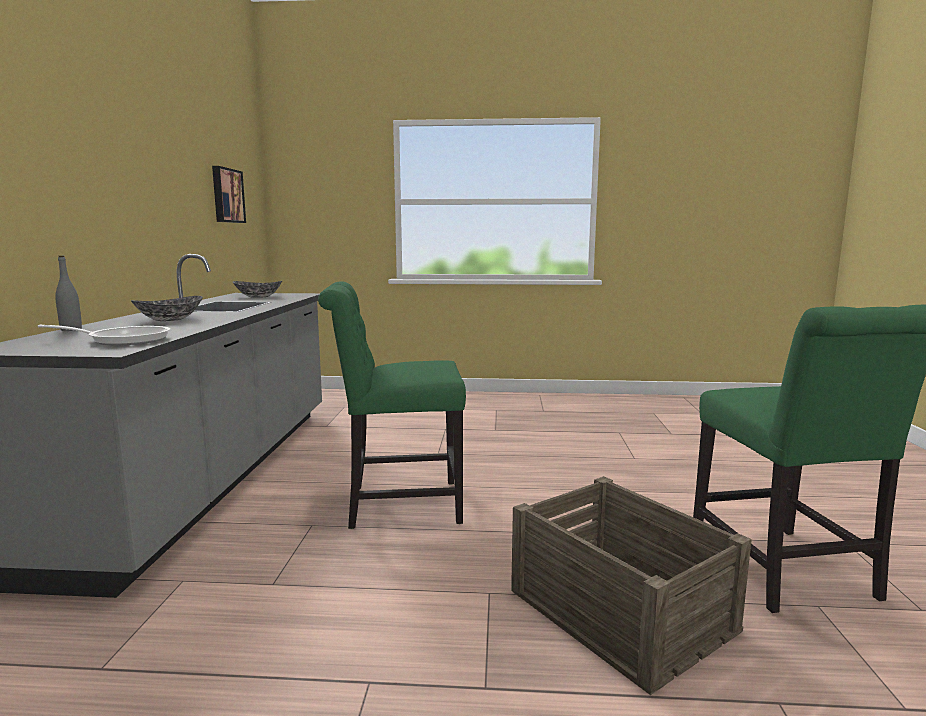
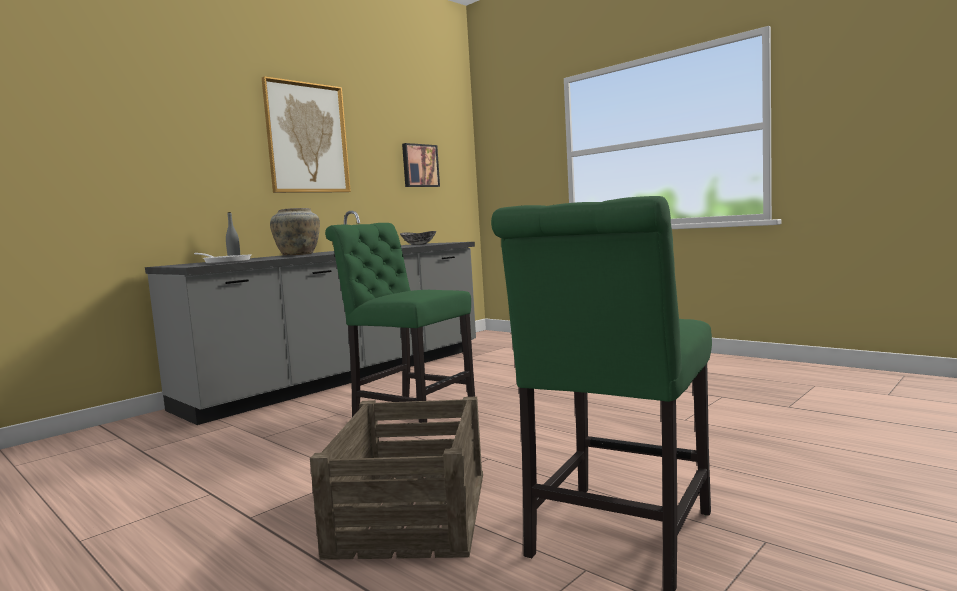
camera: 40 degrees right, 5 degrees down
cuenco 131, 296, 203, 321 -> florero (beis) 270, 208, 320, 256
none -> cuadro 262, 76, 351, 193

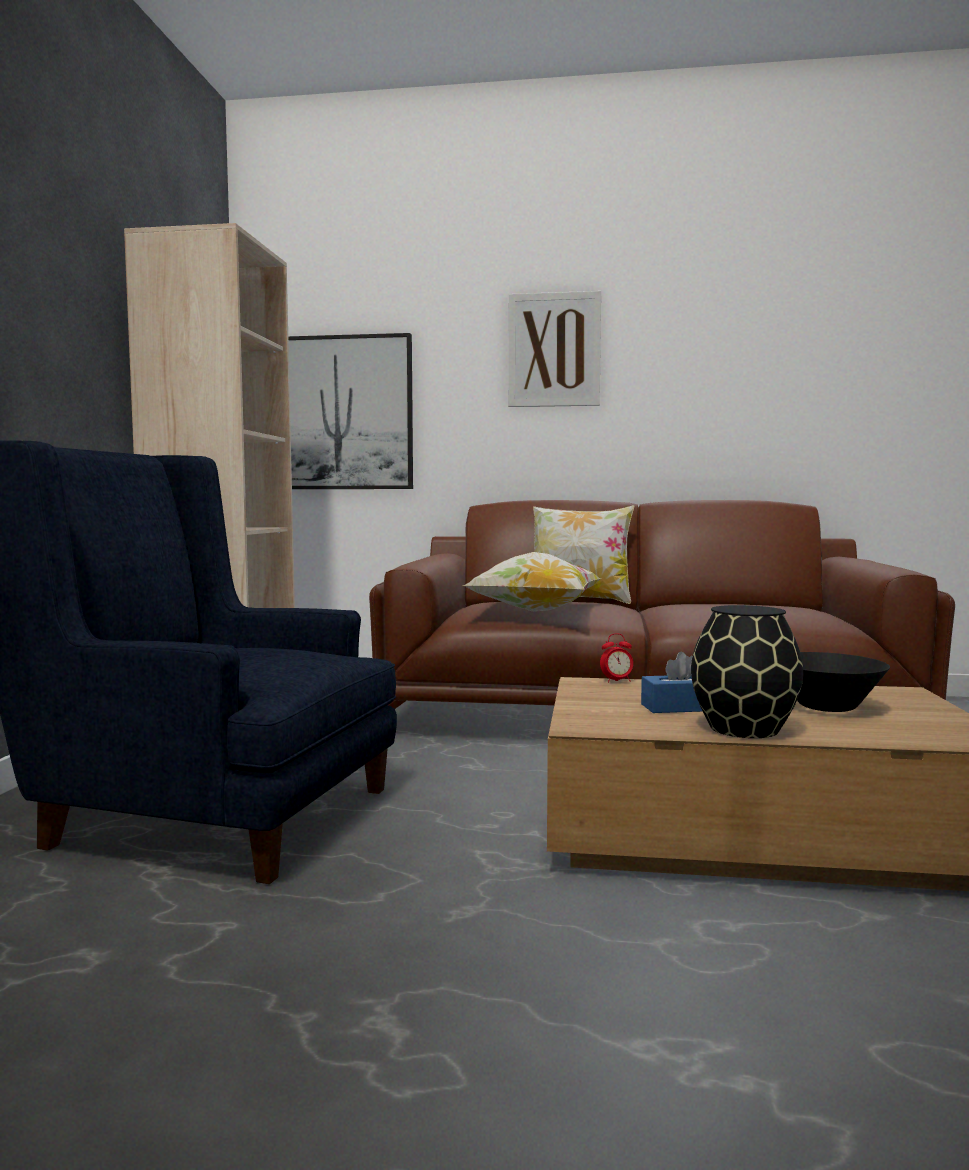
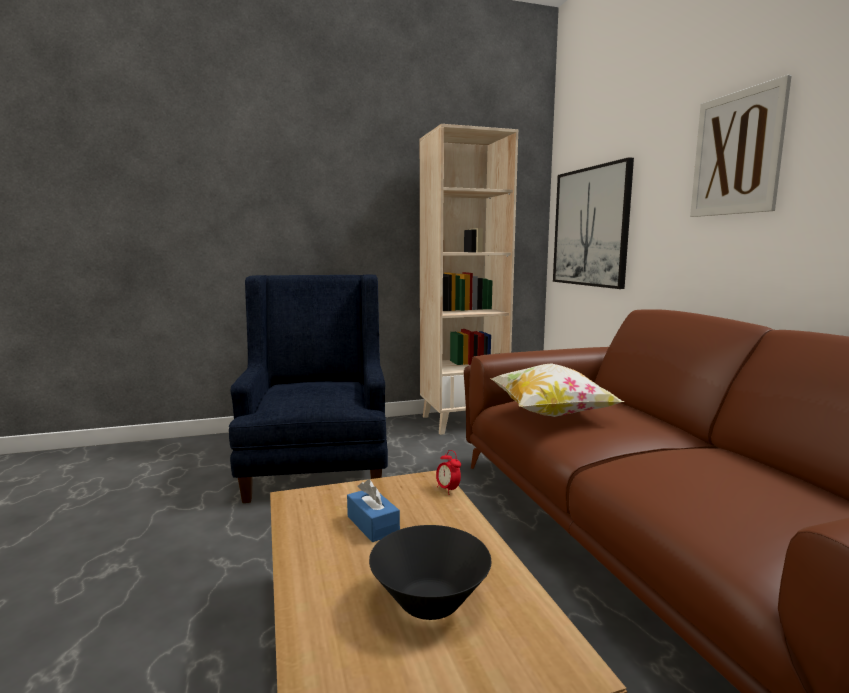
camera: 65 degrees right, 5 degrees up
cojín 533, 505, 634, 604 -> none
florero (negro) 691, 605, 803, 738 -> none

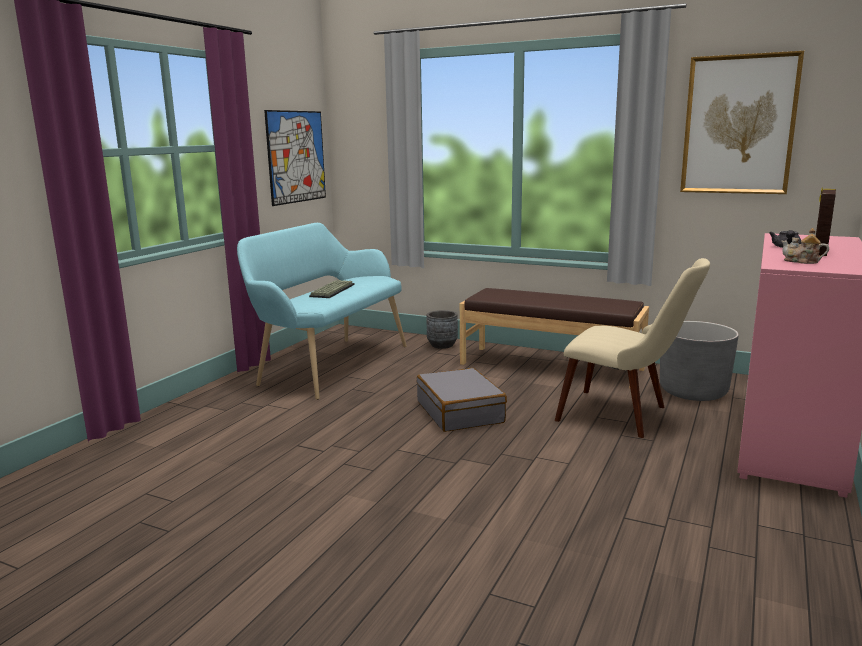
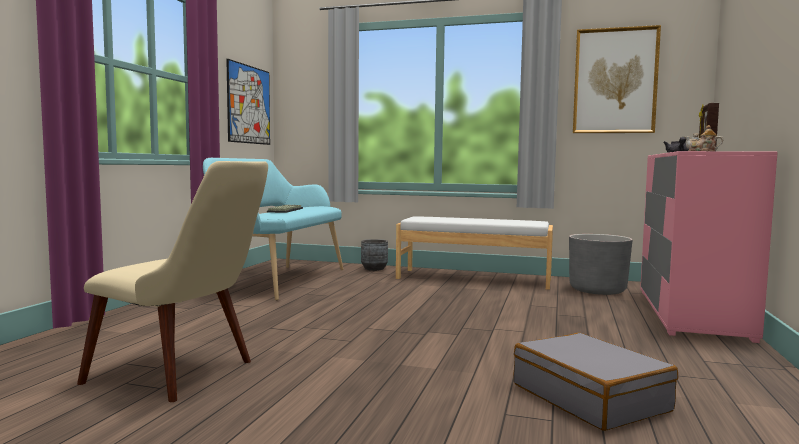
camera: 10 degrees left, 10 degrees down
maleta (gris) 417, 368, 507, 432 -> maleta (gris) 514, 333, 678, 431, shifted
banco (marrón) 460, 288, 649, 388 -> banco (blanco) 396, 216, 553, 290
silla (beis) 555, 258, 710, 438 -> silla (beis) 77, 161, 268, 402, shifted

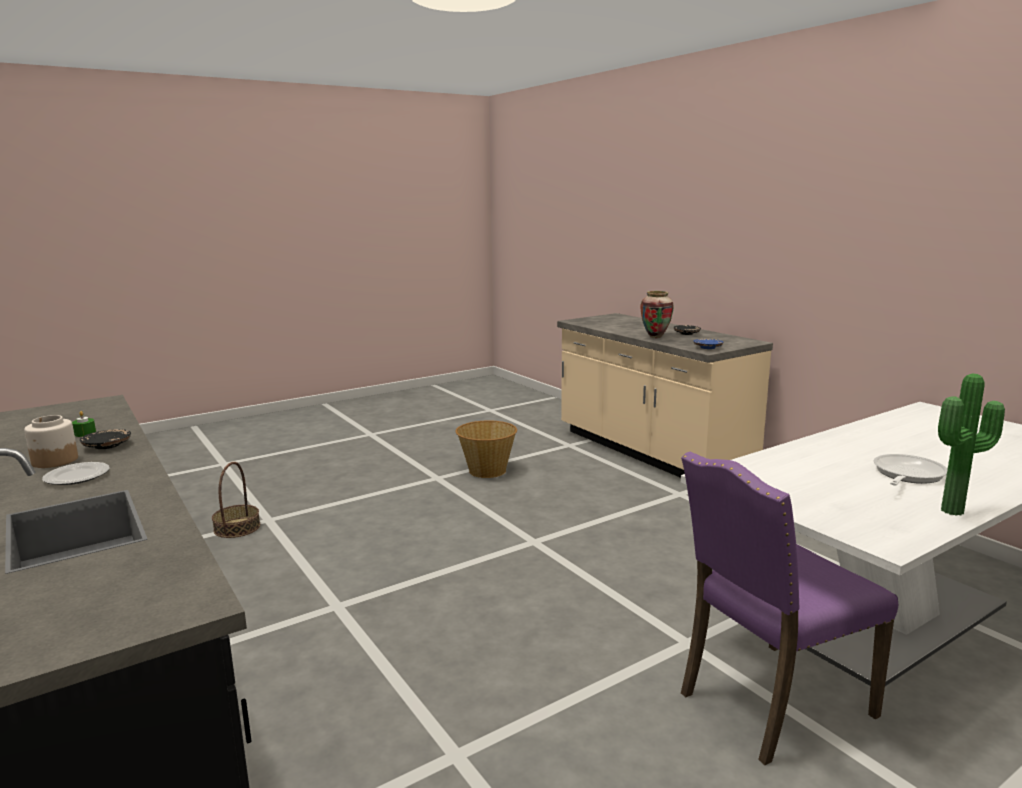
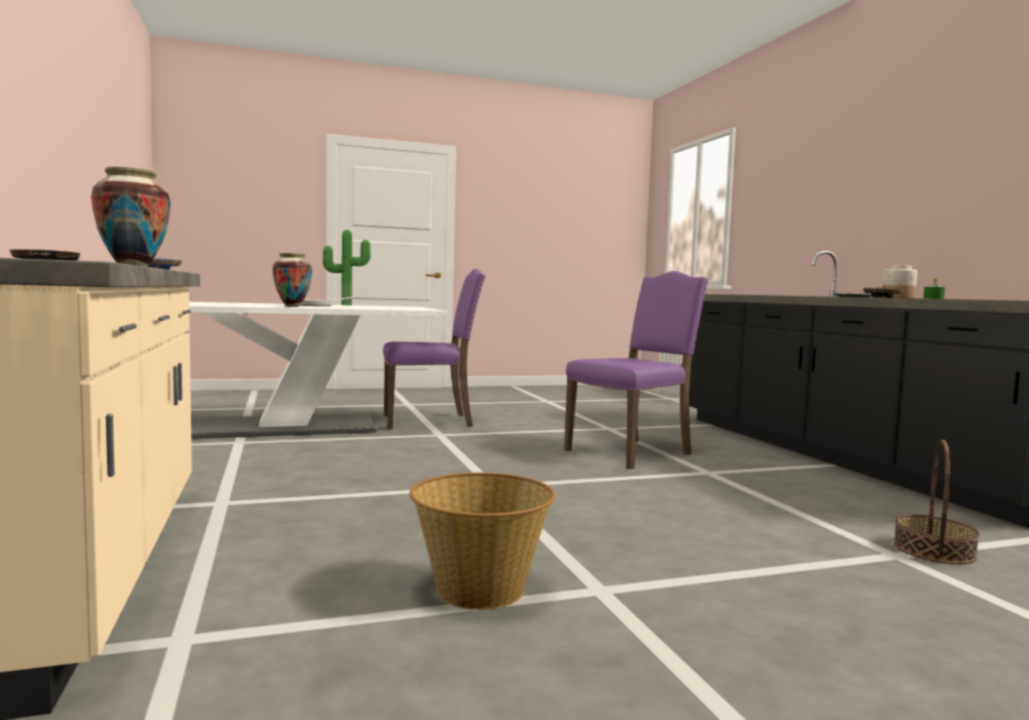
camera: 165 degrees left, 10 degrees down
none -> florero 272, 253, 312, 307
none -> silla (morado) 564, 271, 708, 469

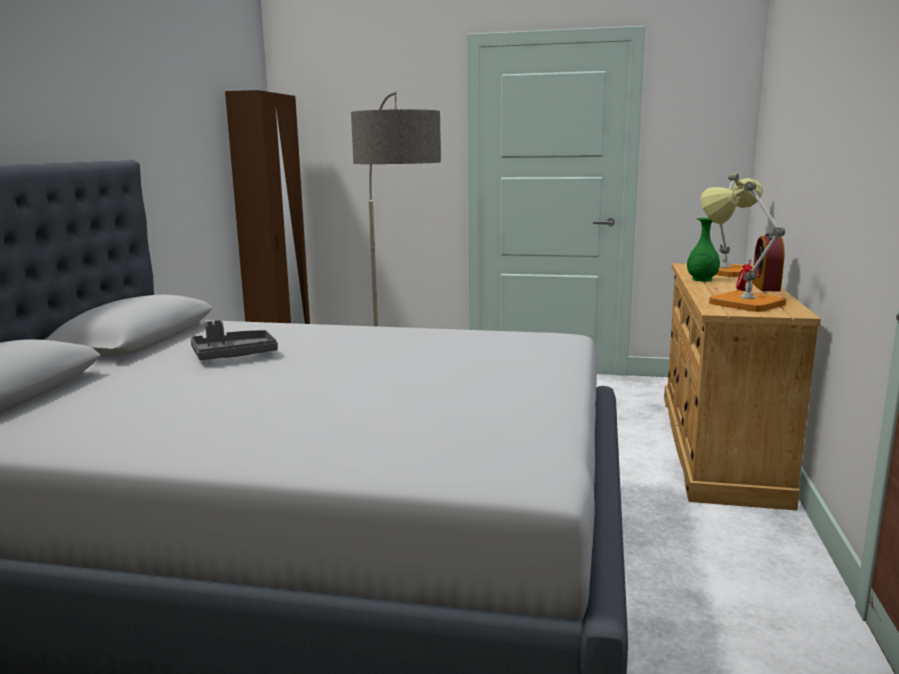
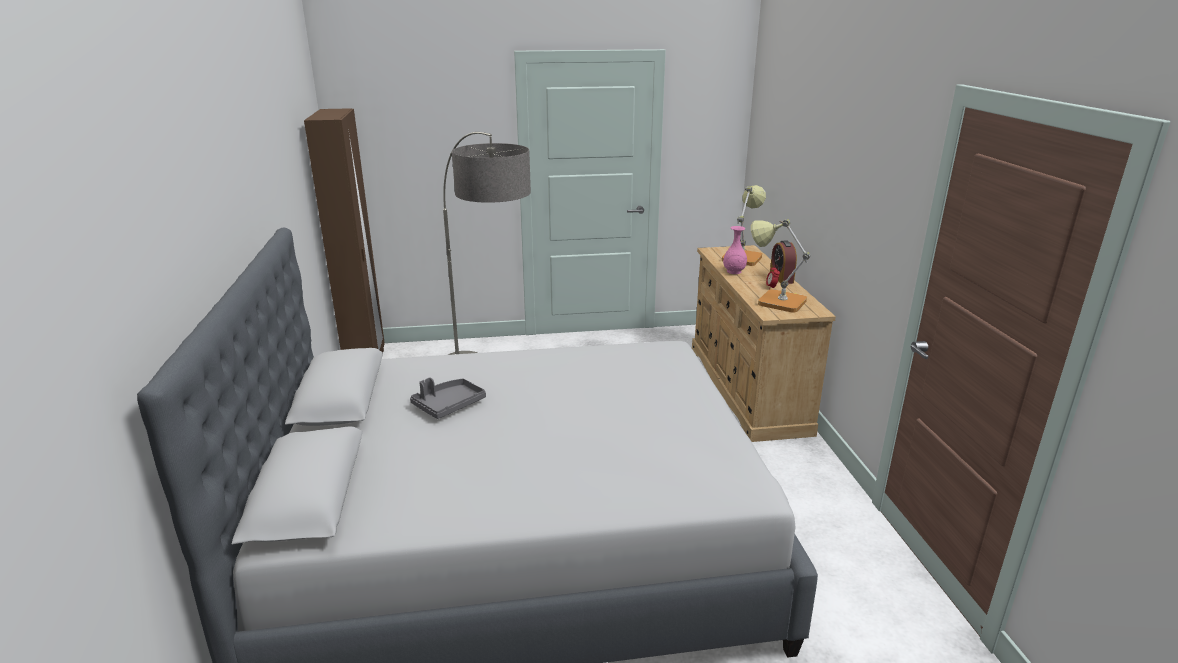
camera: 20 degrees left, 10 degrees up
florero (verde) 687, 218, 720, 281 -> florero (rosa) 723, 226, 747, 274

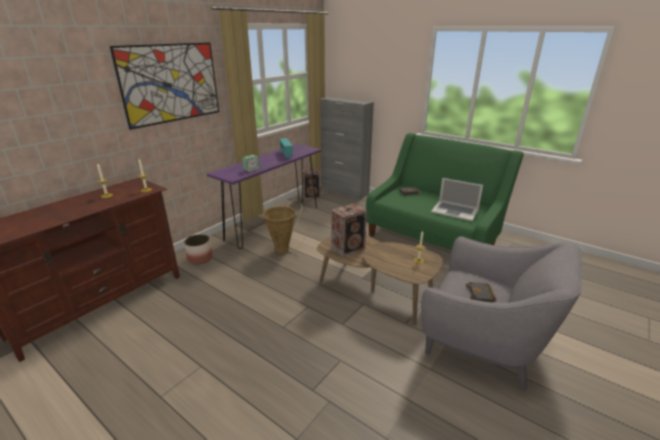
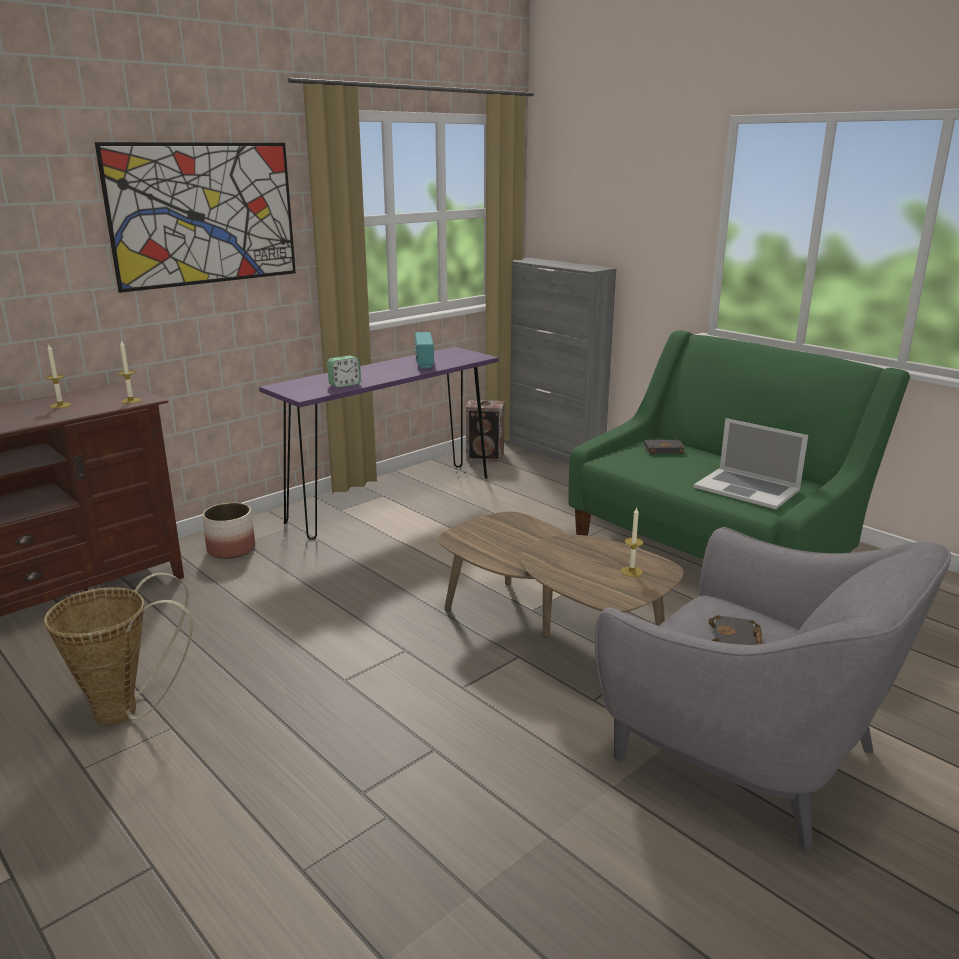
camera: 10 degrees right, 5 degrees down
cesta 263, 200, 312, 254 -> cesta 44, 572, 193, 725, shifted
altavoz 331, 203, 367, 257 -> none

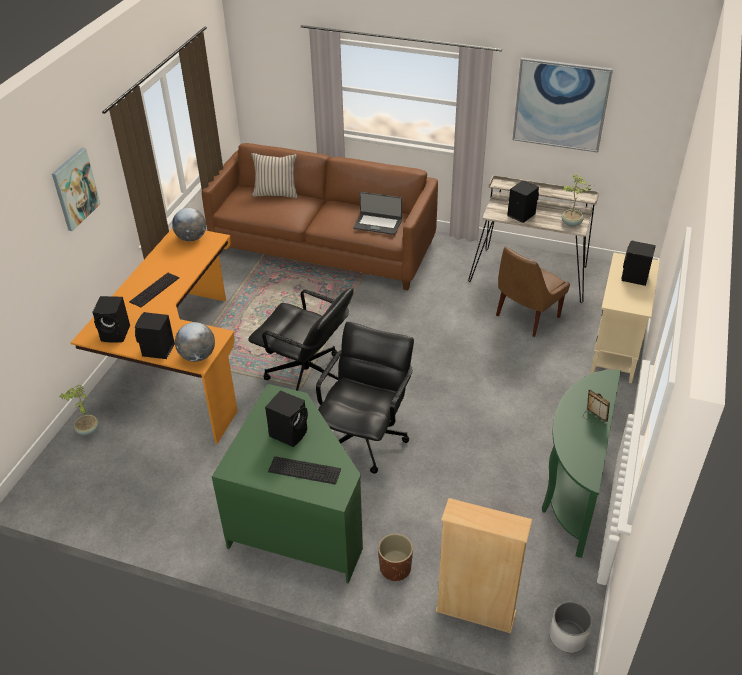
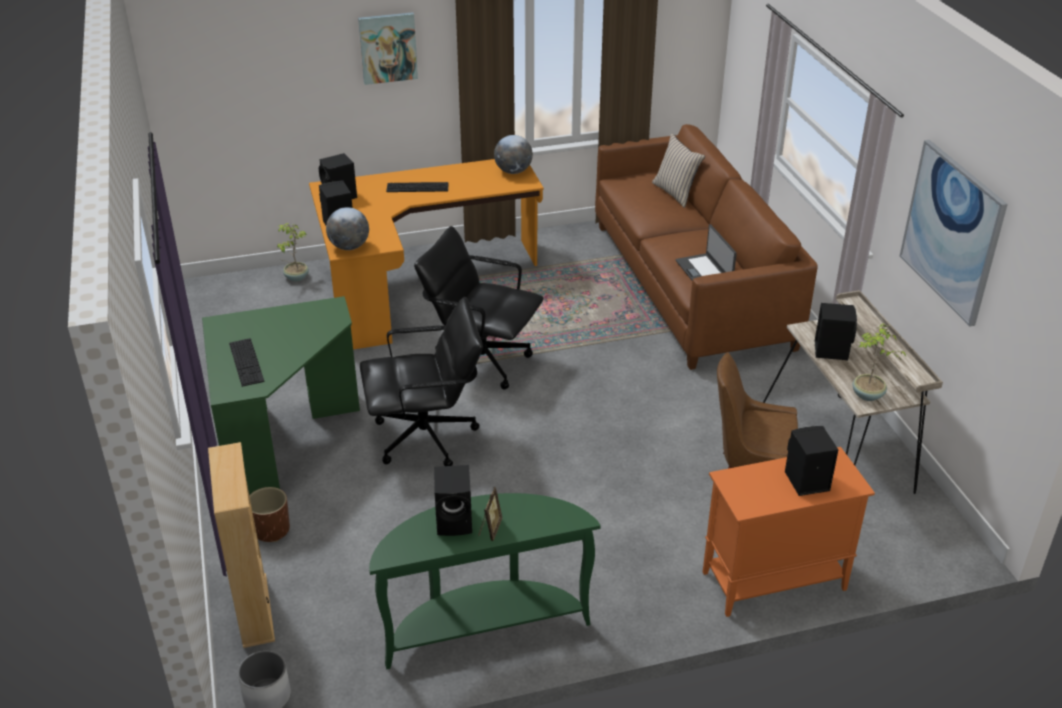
camera: 55 degrees right, 5 degrees down
silla de oficina (negro) 248, 288, 353, 391 -> silla de oficina (negro) 414, 226, 544, 390, 120 degrees clockwise
altavoz (negro) 265, 390, 308, 447 -> altavoz (negro) 434, 465, 472, 536, shifted
armario (beis) 590, 253, 660, 383 -> armario (naranja) 703, 447, 875, 617

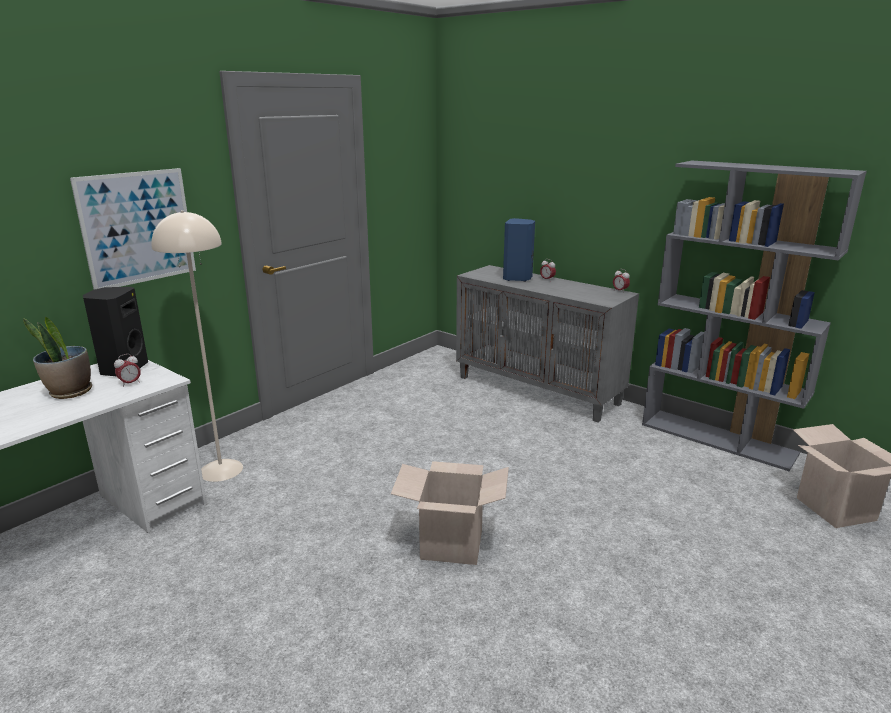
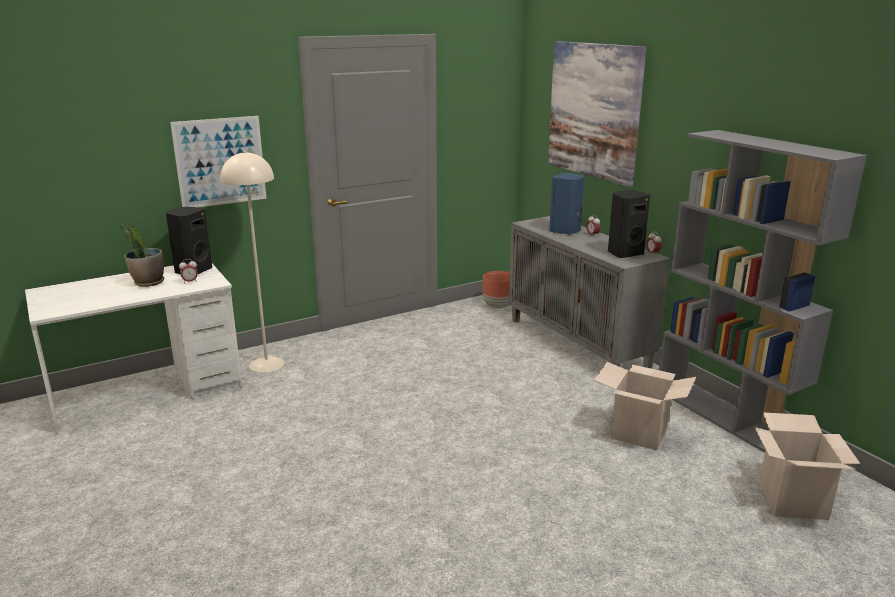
camera: 20 degrees right, 0 degrees up
caja de cartón 391, 461, 509, 565 -> caja de cartón 594, 362, 696, 451, shifted
none -> maceta (marrón) 483, 271, 510, 309
none -> cuadro 548, 41, 646, 187
none -> altavoz (negro) 608, 190, 650, 258

